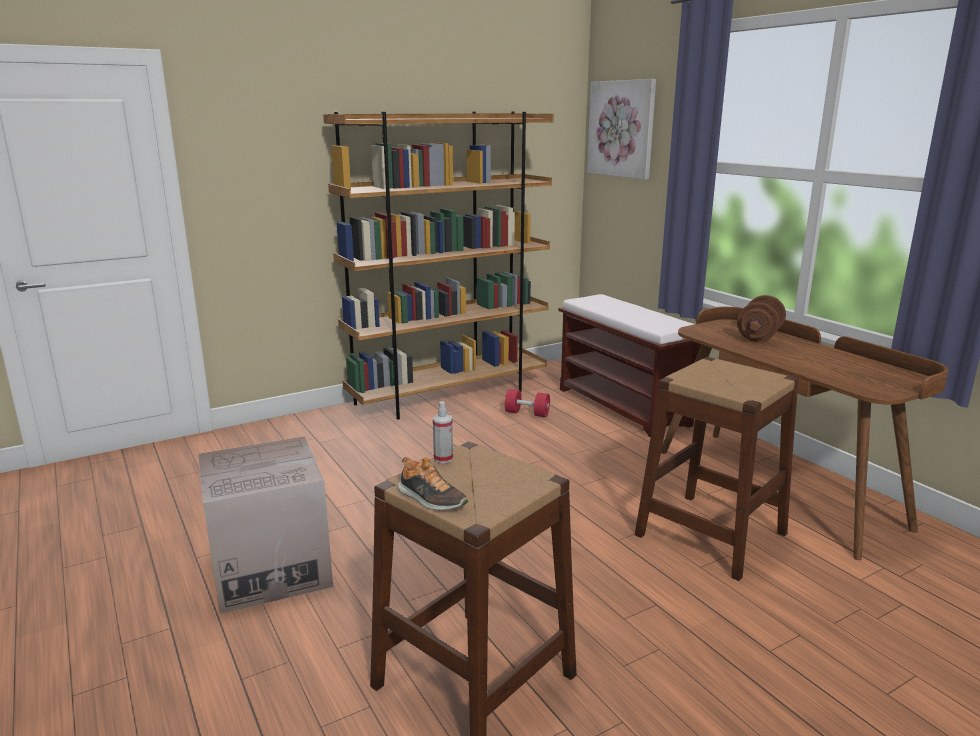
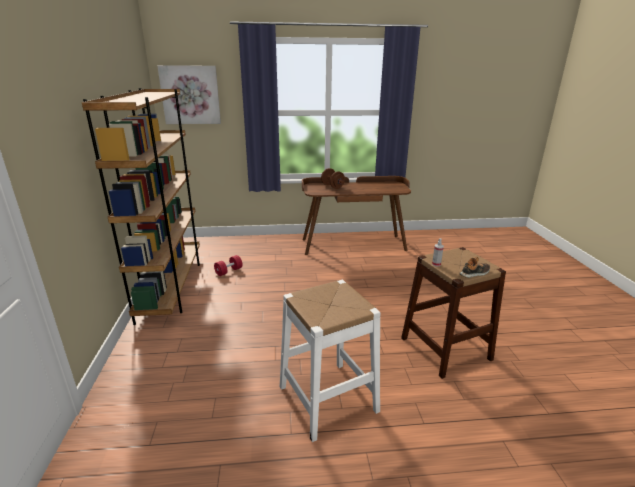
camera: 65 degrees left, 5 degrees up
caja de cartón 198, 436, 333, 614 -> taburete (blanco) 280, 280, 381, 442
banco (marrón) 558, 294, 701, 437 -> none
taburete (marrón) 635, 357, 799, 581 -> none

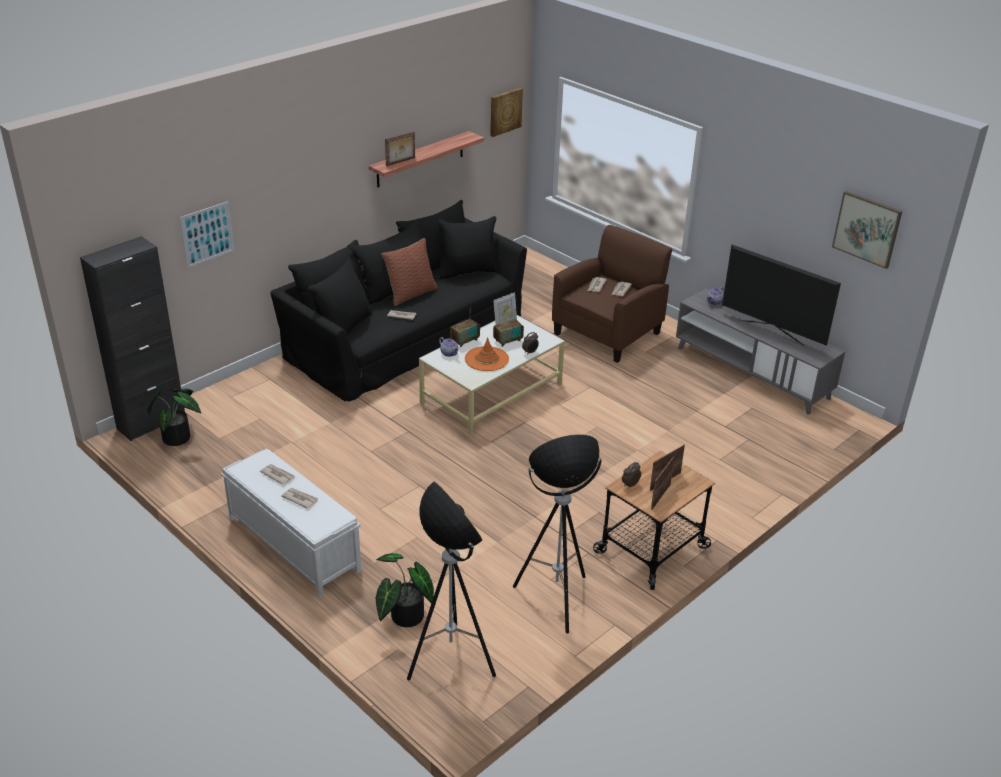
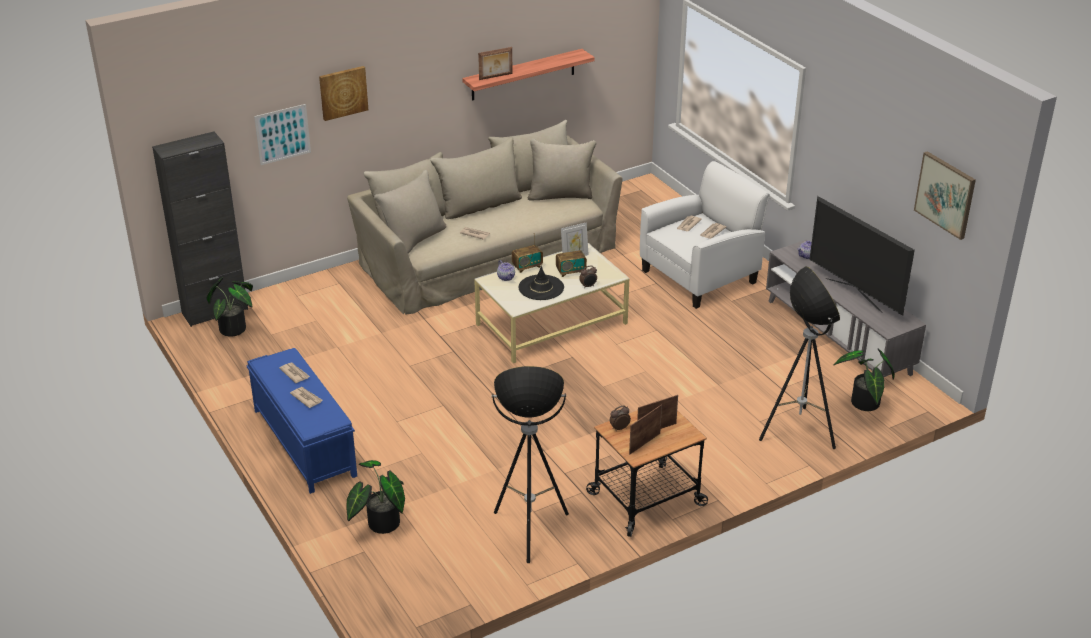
camera: 15 degrees right, 0 degrees up
banco (blanco) 221, 449, 361, 597 -> banco (azul) 247, 348, 357, 494
sofá (negro) 270, 200, 527, 402 -> sofá (beis) 347, 120, 623, 315
cojín 381, 238, 438, 306 -> none
lámpara de pie 407, 481, 496, 680 -> lámpara de pie 759, 266, 840, 449, shifted
sombrero (naranja) 465, 337, 509, 371 -> sombrero (negro) 519, 265, 564, 300
cuadro 490, 88, 523, 137 -> cuadro 319, 66, 368, 121, shifted
sillón (marrón) 552, 225, 672, 363 -> sillón (blanco) 640, 161, 770, 309
none -> planta en maceta 833, 349, 895, 411

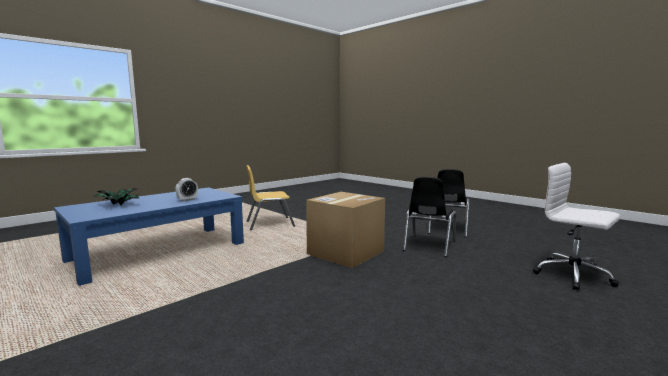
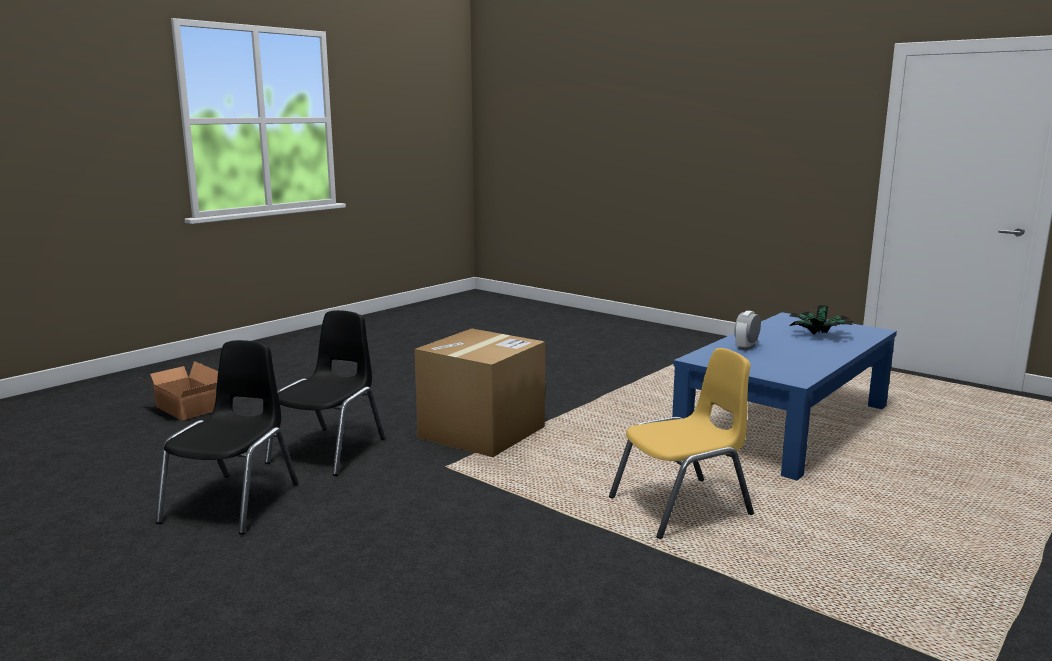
camera: 175 degrees right, 5 degrees up
silla de oficina (blanco) 533, 163, 620, 290 -> caja de cartón 140, 361, 218, 421

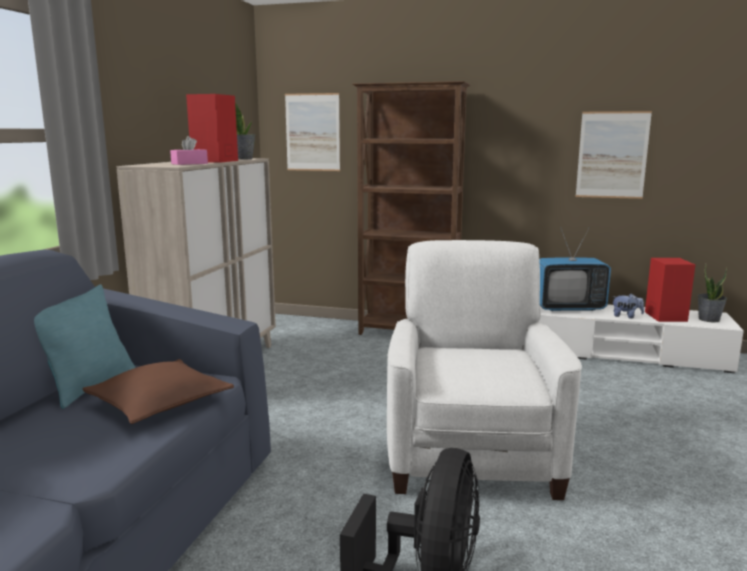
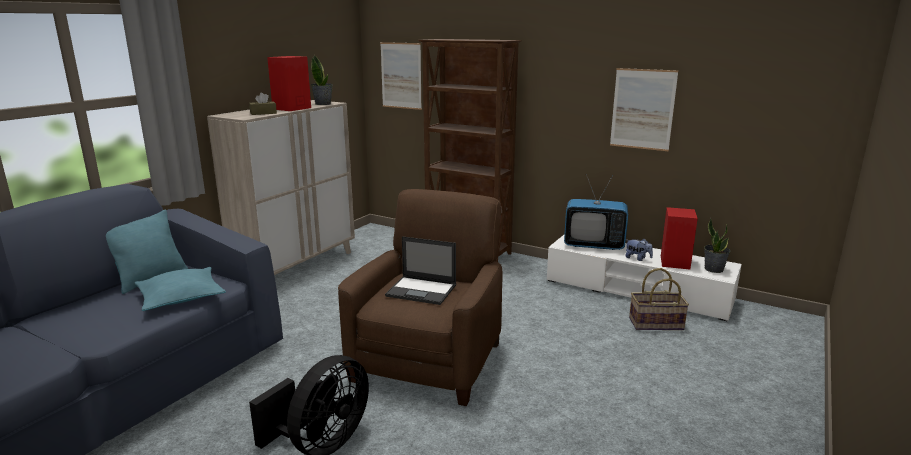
camera: 15 degrees right, 5 degrees up
cojín (marrón) 83, 359, 234, 424 -> cojín (turquesa) 135, 267, 226, 311
caja de pañuelos (rosa) 170, 136, 208, 165 -> caja de pañuelos (marrón) 249, 92, 277, 115
sillón (blanco) 387, 240, 582, 500 -> sillón (marrón) 338, 189, 503, 406
none -> portátil 385, 236, 456, 305
none -> cesta 629, 268, 689, 330

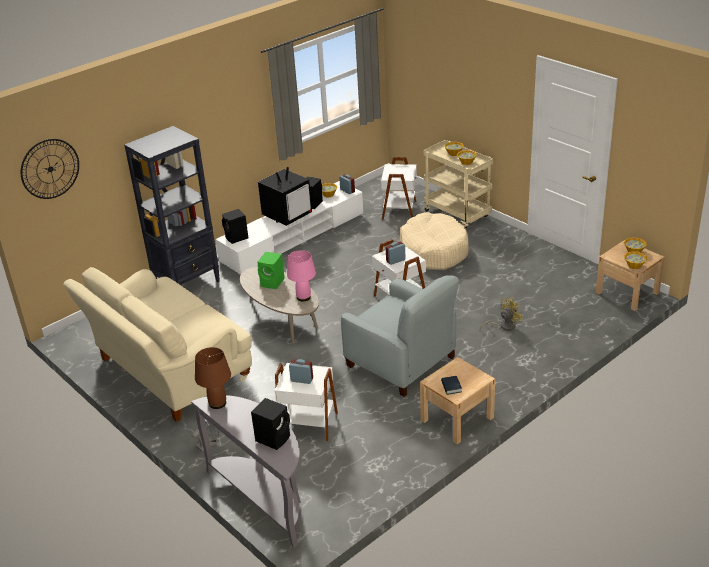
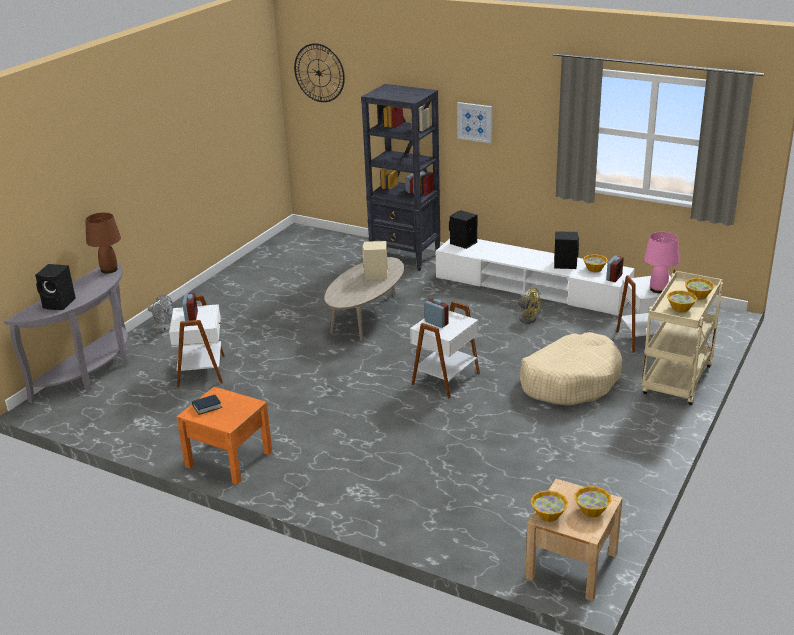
camera: 70 degrees right, 5 degrees down
sofá (beis) 63, 267, 252, 422 -> none
altavoz (verde) 257, 252, 285, 289 -> altavoz (beis) 362, 241, 388, 280
televisor 258, 167, 312, 226 -> none
lámpara de mesa (rosa) 287, 250, 316, 301 -> lámpara de mesa (rosa) 644, 232, 680, 293, shifted
sillón (gris) 341, 275, 459, 397 -> none
mesita de noche (beis) 420, 357, 495, 444 -> mesita de noche (naranja) 177, 387, 272, 485
ventilador (amarillo) 480, 297, 524, 331 -> ventilador (amarillo) 510, 287, 541, 324, shifted
none -> cuadro 457, 102, 492, 143

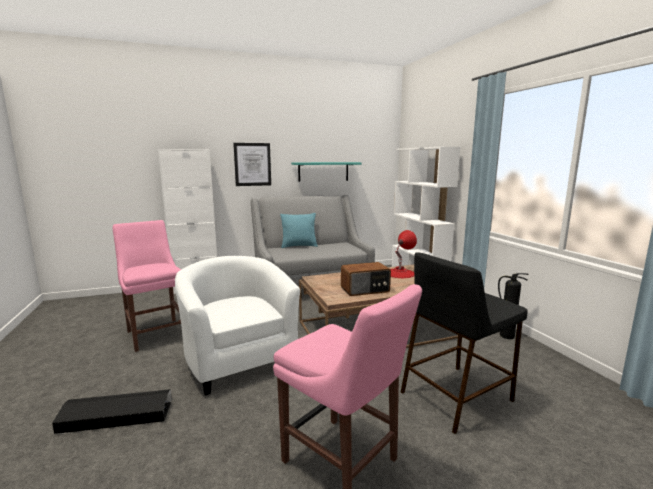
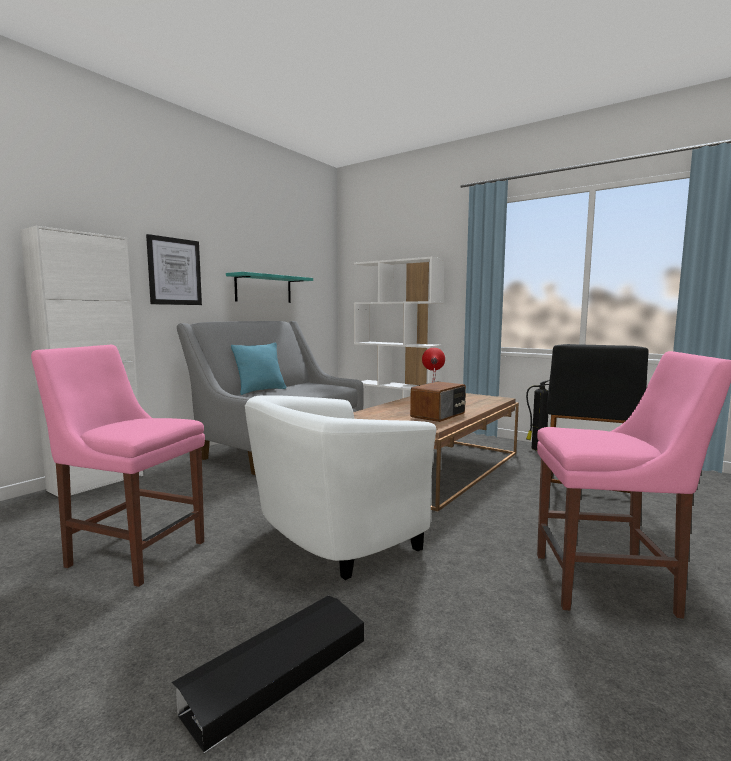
camera: 35 degrees left, 5 degrees down
sillón (blanco) 175, 256, 300, 395 -> sillón (blanco) 245, 395, 436, 580, 60 degrees counterclockwise

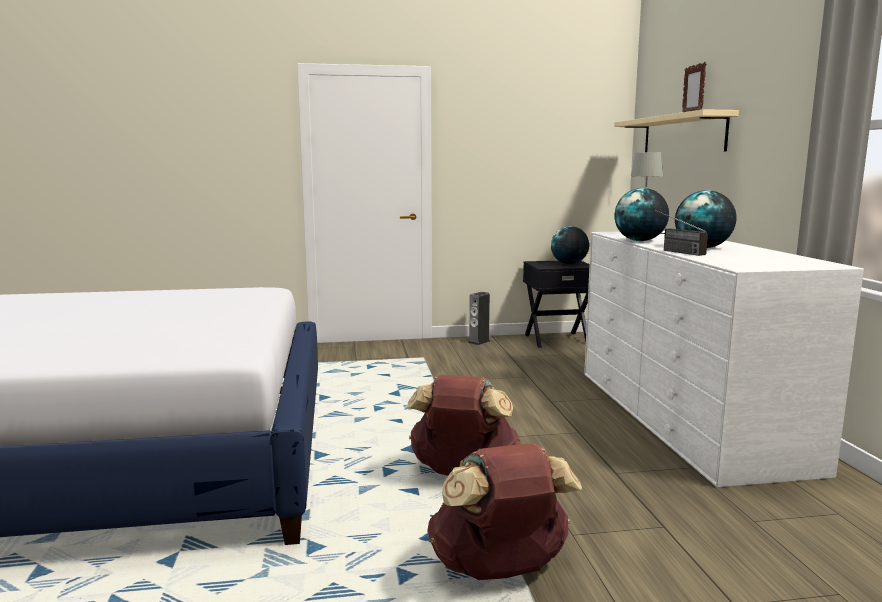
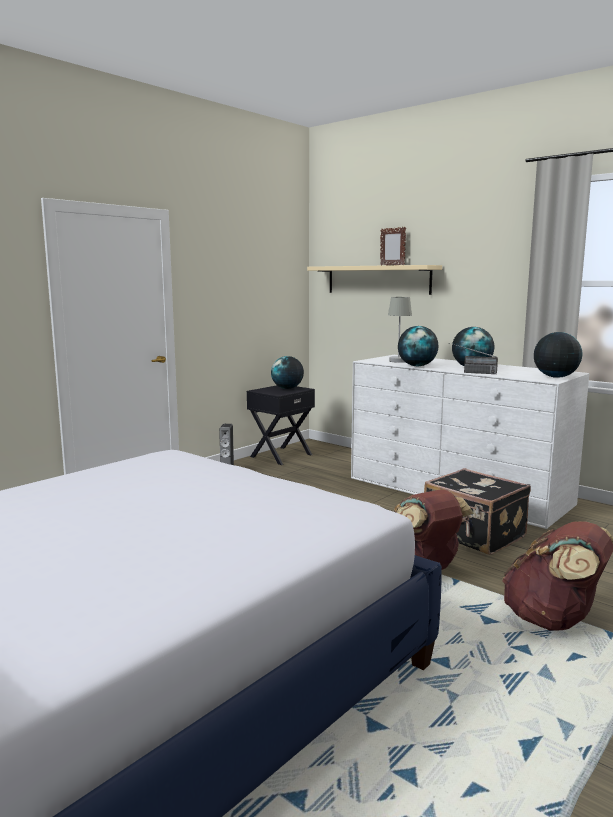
camera: 40 degrees left, 0 degrees up
none -> maleta (negro) 424, 468, 531, 555
none -> globo terráqueo 534, 332, 582, 378

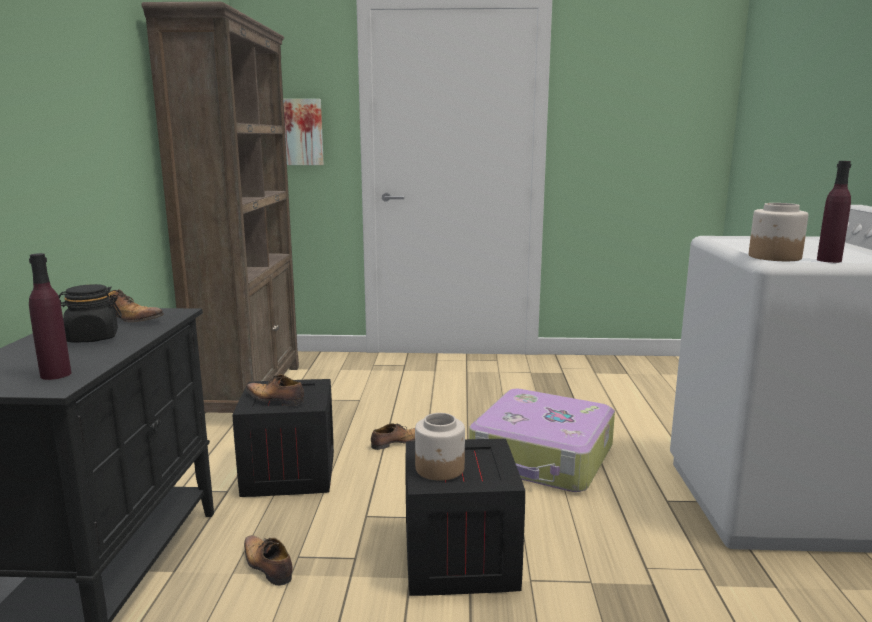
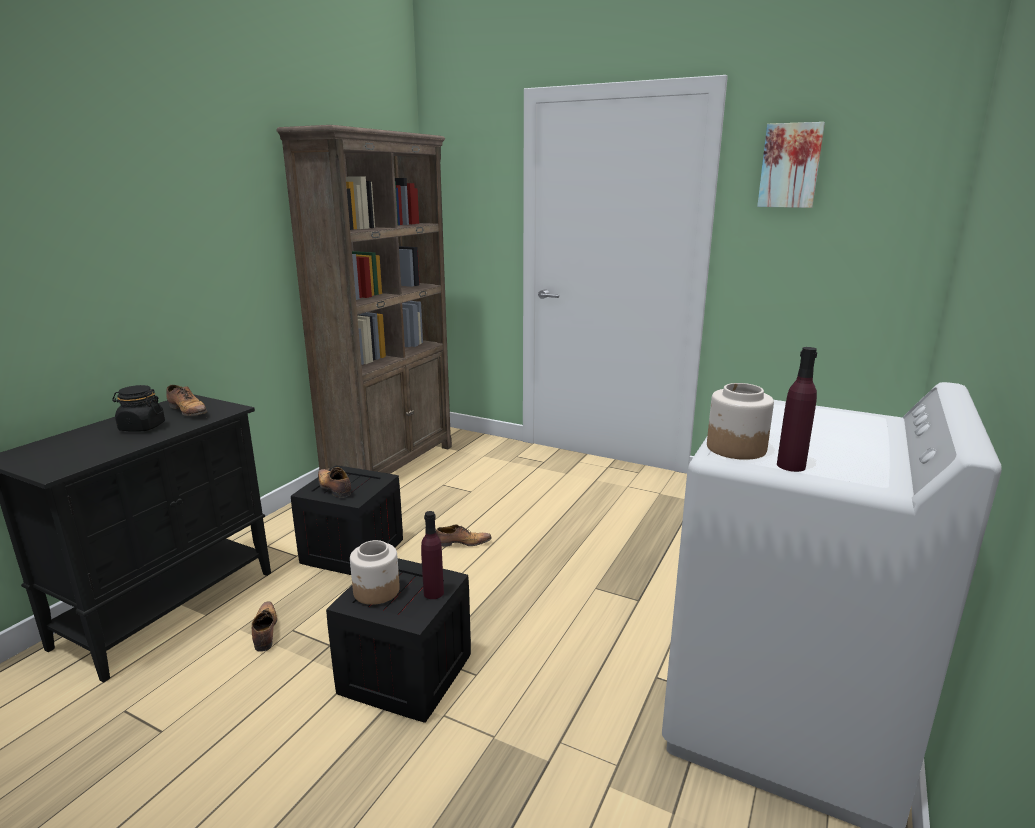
camera: 25 degrees right, 5 degrees up
botella (morado) 29, 253, 72, 380 -> botella (morado) 421, 511, 444, 599, shifted
cuadro 283, 99, 324, 165 -> cuadro 757, 122, 825, 208, shifted
maleta 469, 389, 615, 492 -> none

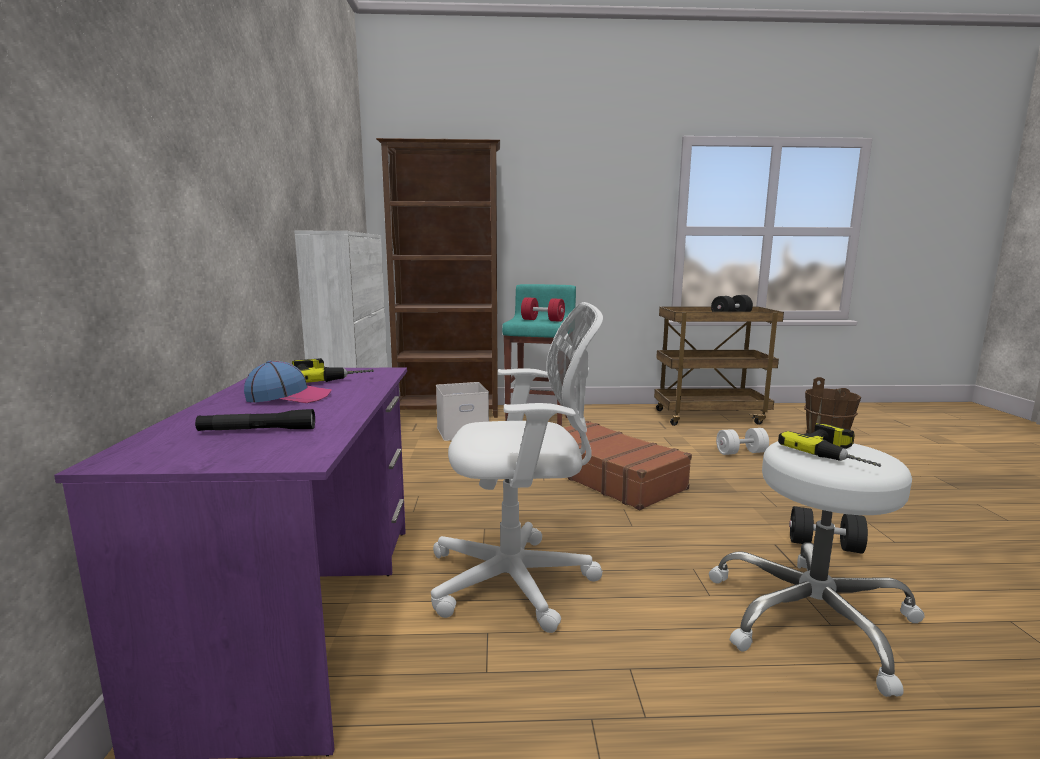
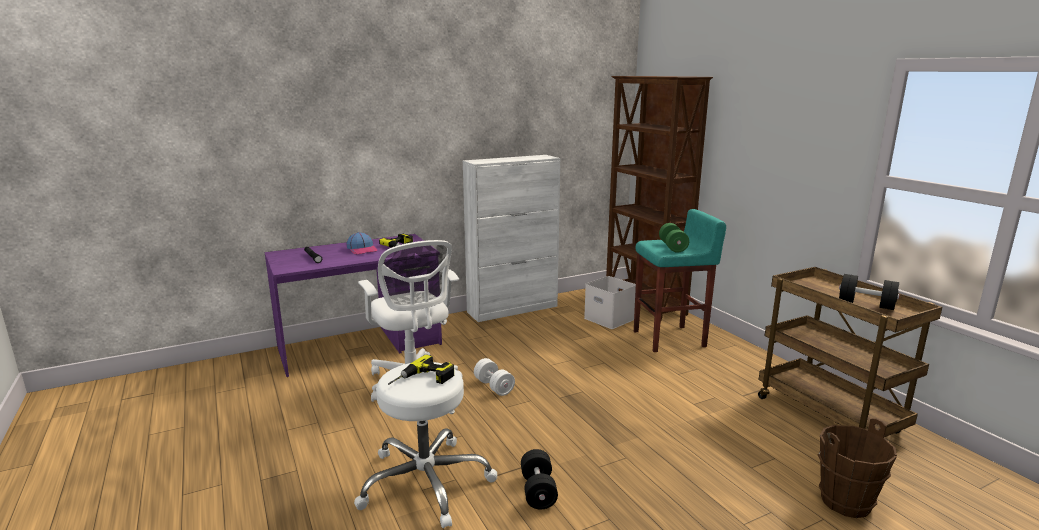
camera: 65 degrees right, 5 degrees up
mancuerna (rojo) 521, 297, 565, 322 -> mancuerna (verde) 659, 223, 689, 253
maleta (marrón) 564, 421, 692, 510 -> none
mancuerna (blanco) 716, 428, 769, 455 -> mancuerna (blanco) 474, 358, 515, 396, shifted

